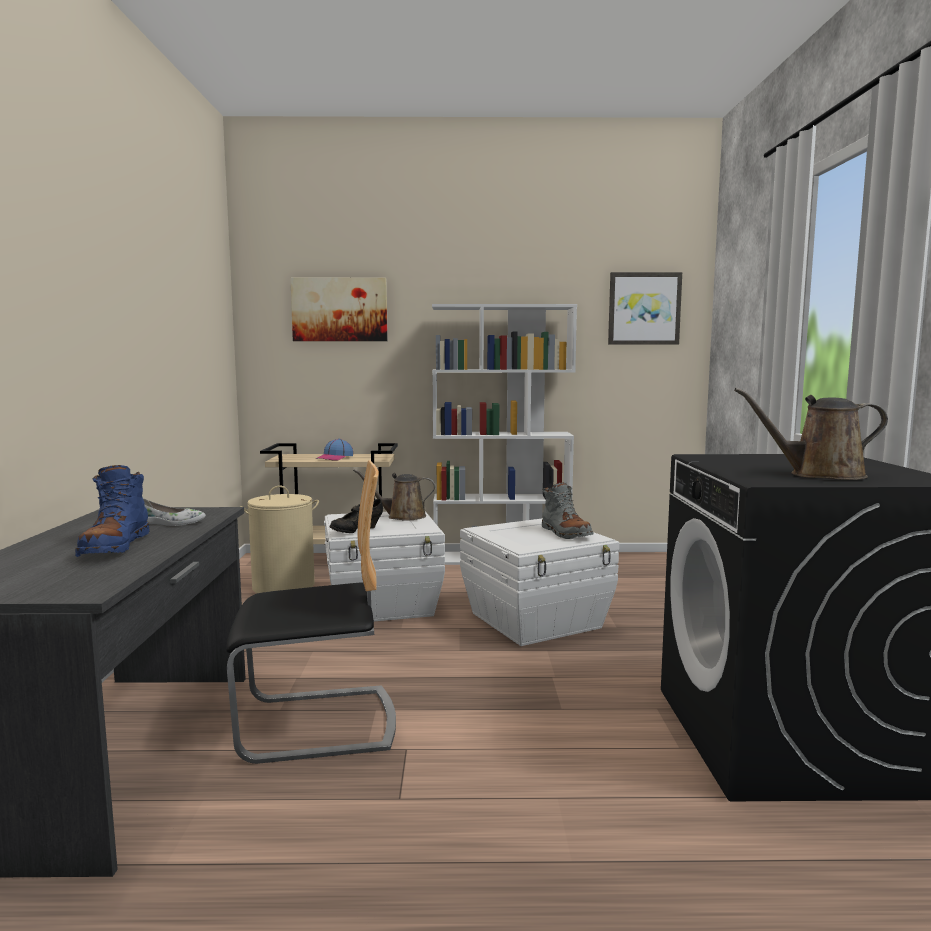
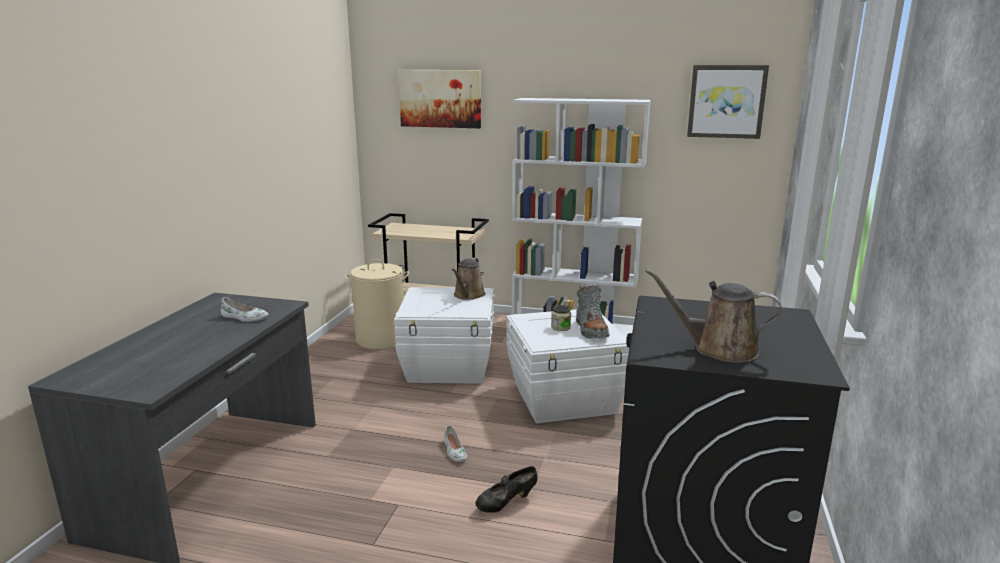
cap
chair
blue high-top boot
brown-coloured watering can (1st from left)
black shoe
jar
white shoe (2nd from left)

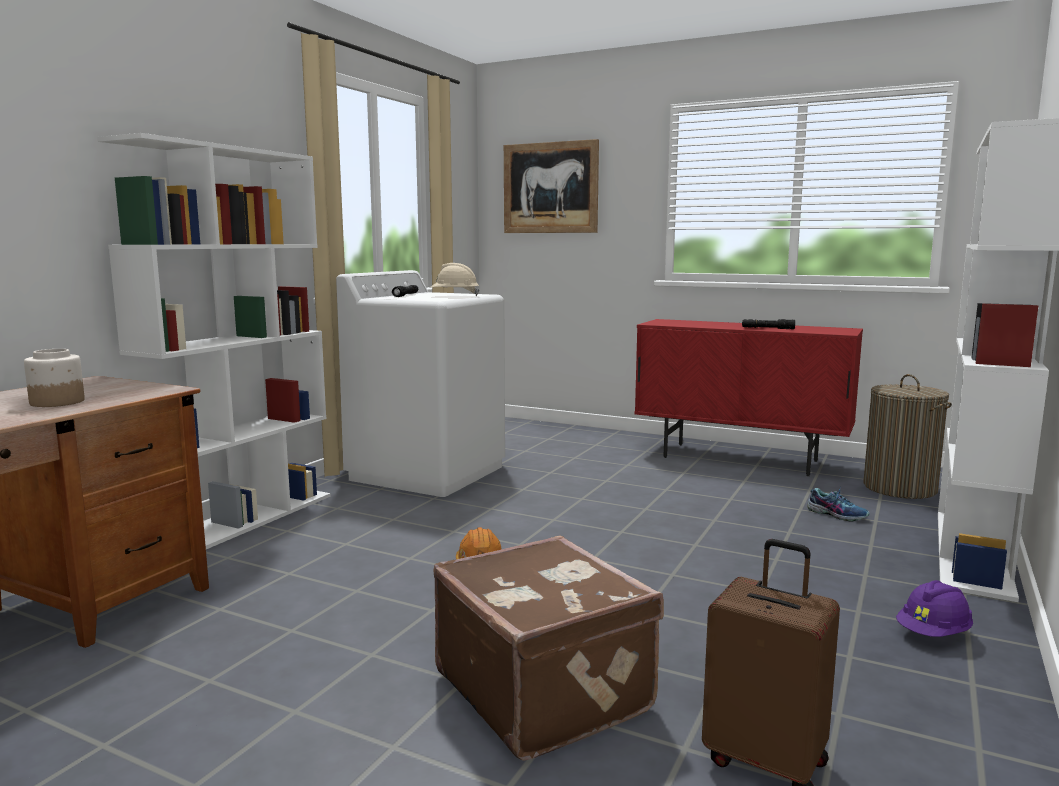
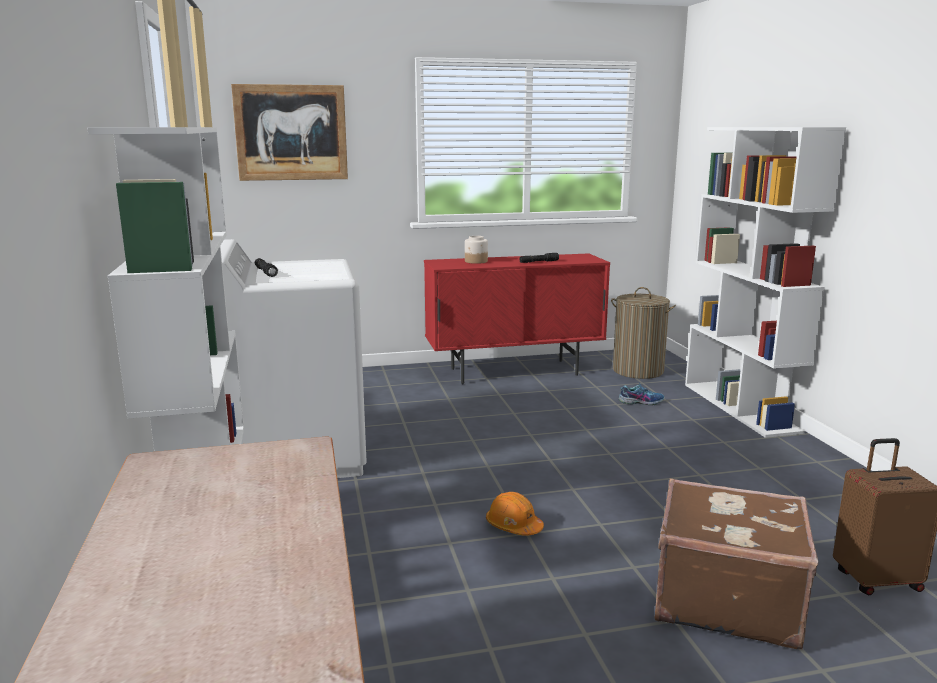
sand-coloured safety helmet
jar
purple safety helmet

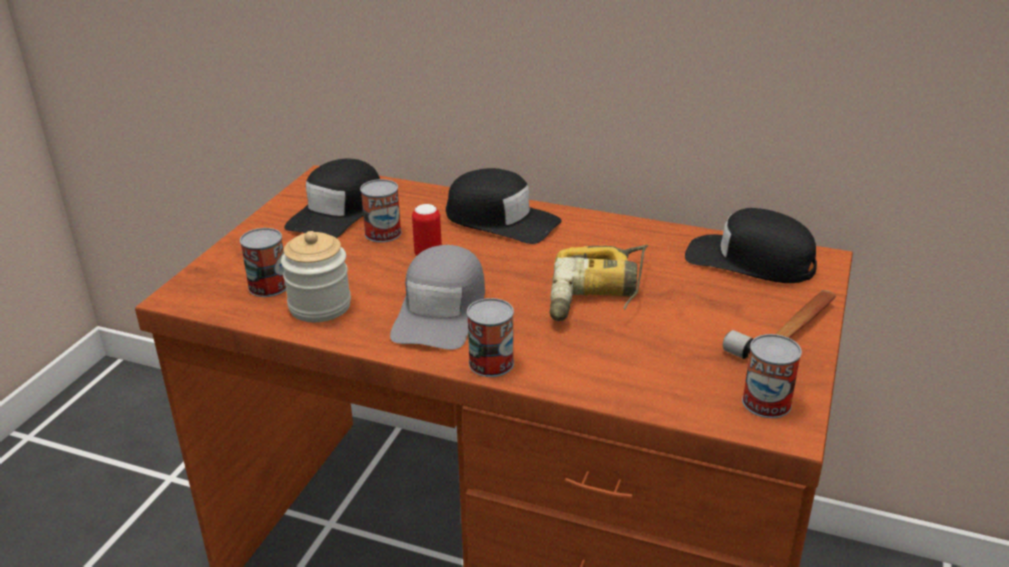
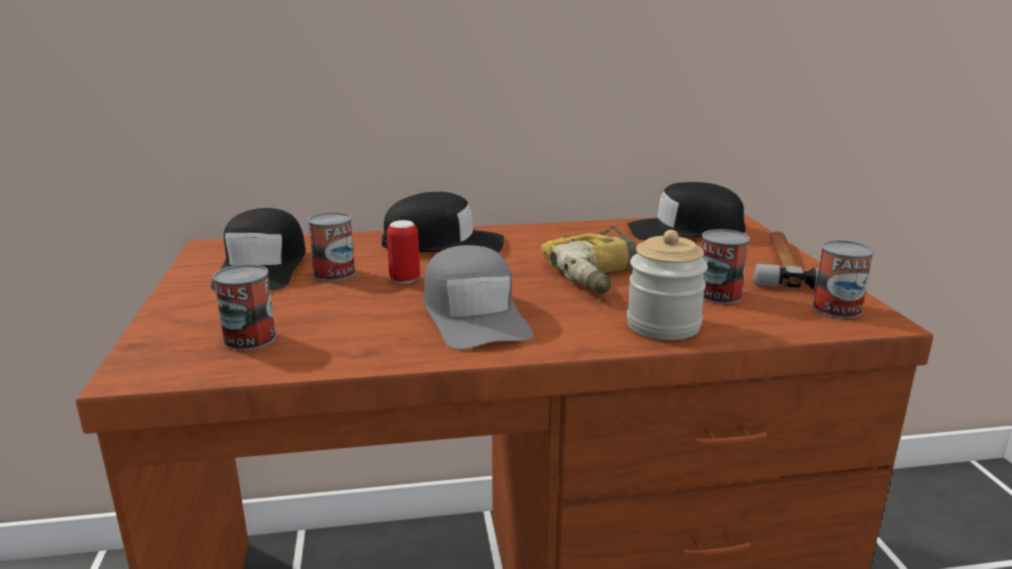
jar
metal can (4th from left)

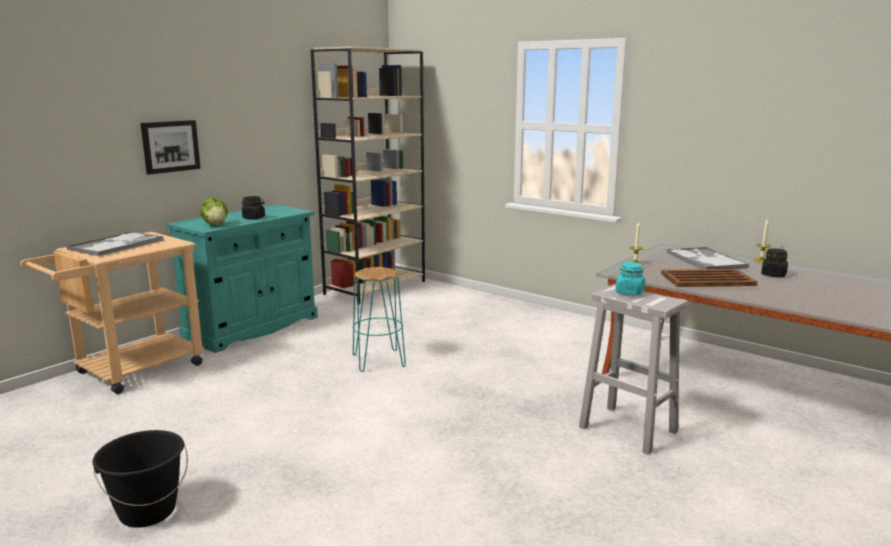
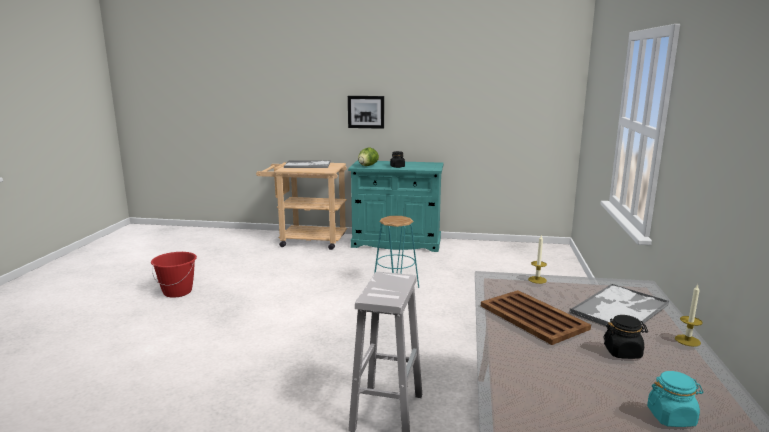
sand-coloured shelving unit
turquoise-coloured jar
red-coloured water bucket

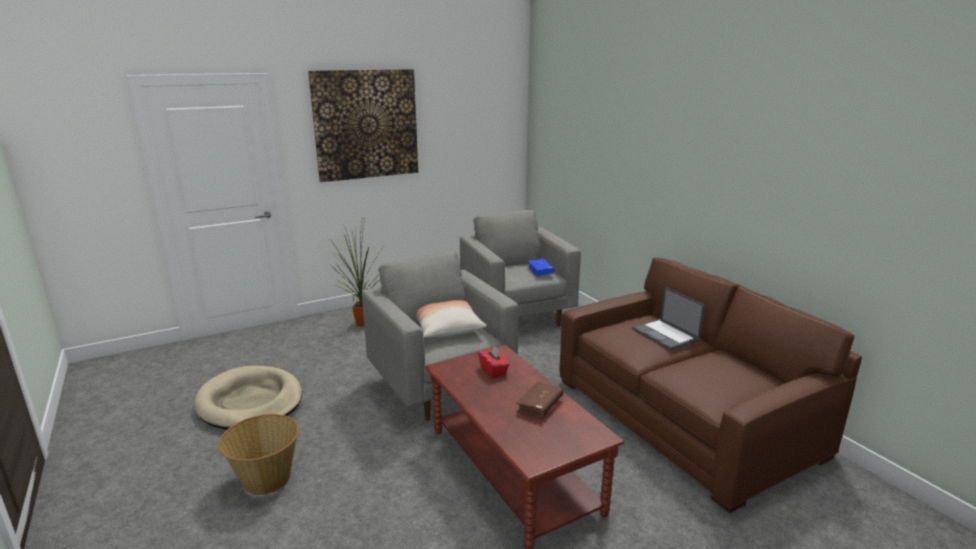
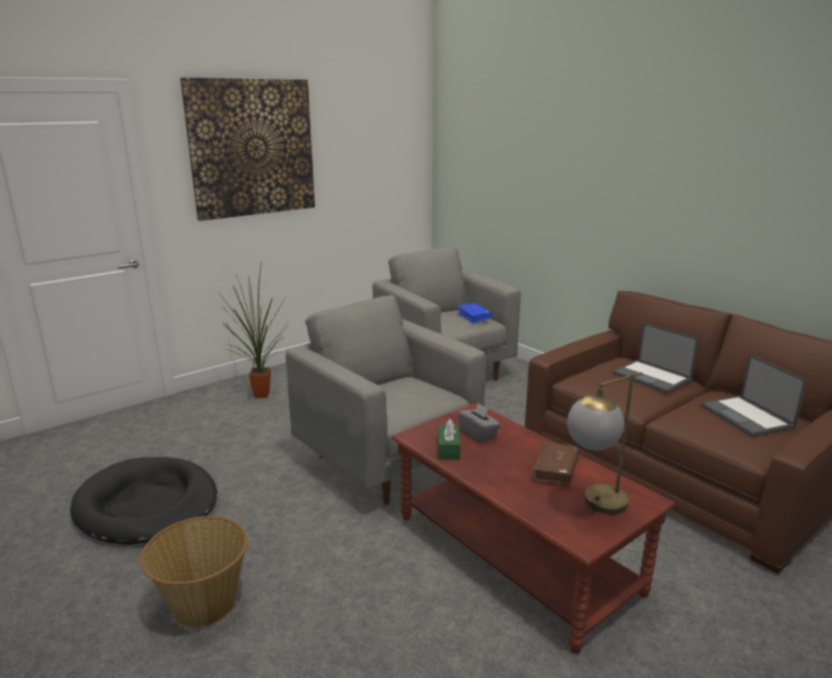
pillow
grey tissue holder
black pet bed
notebook computer (2nd from left)
lamp for a table
green tissue holder

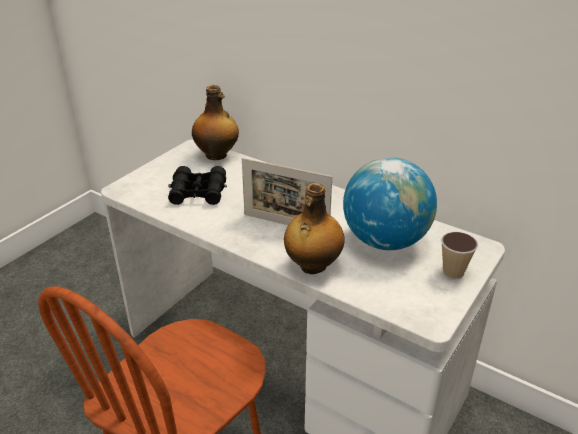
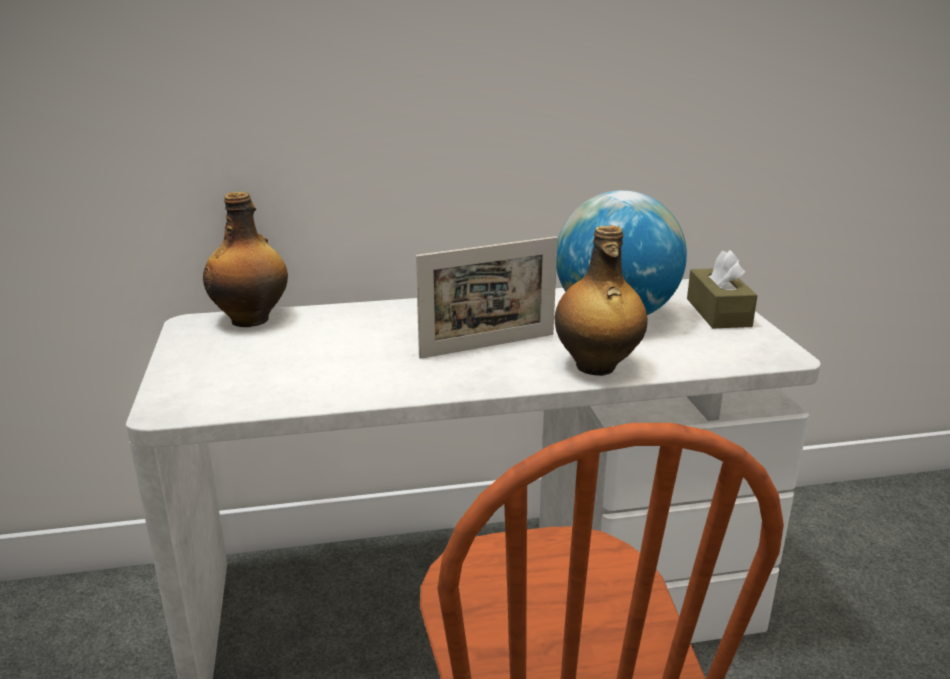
black binoculars
brown-coloured tissue holder

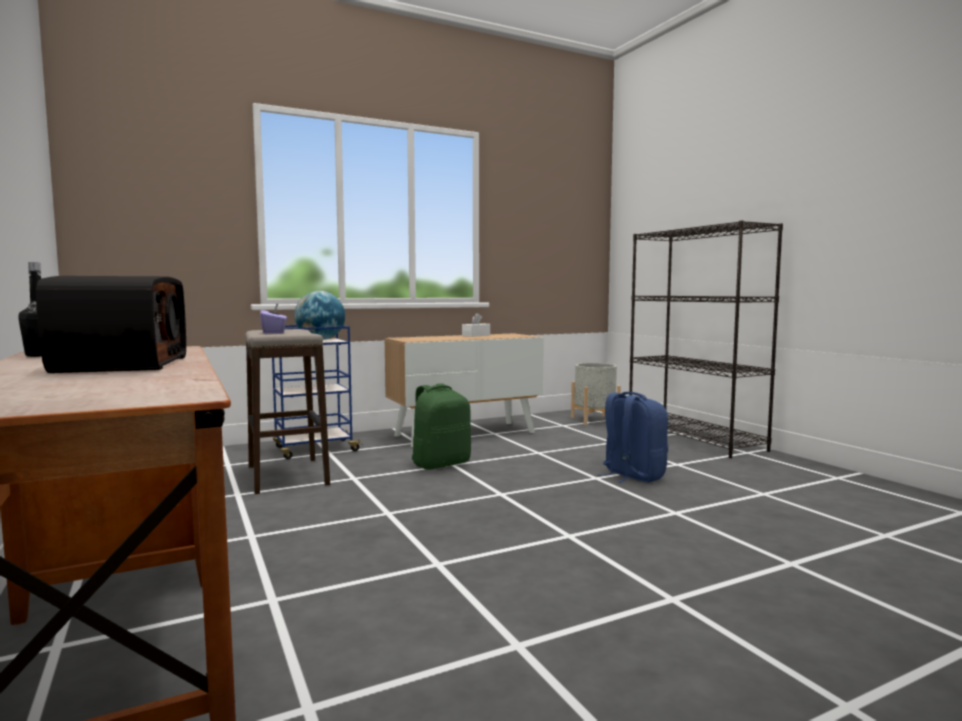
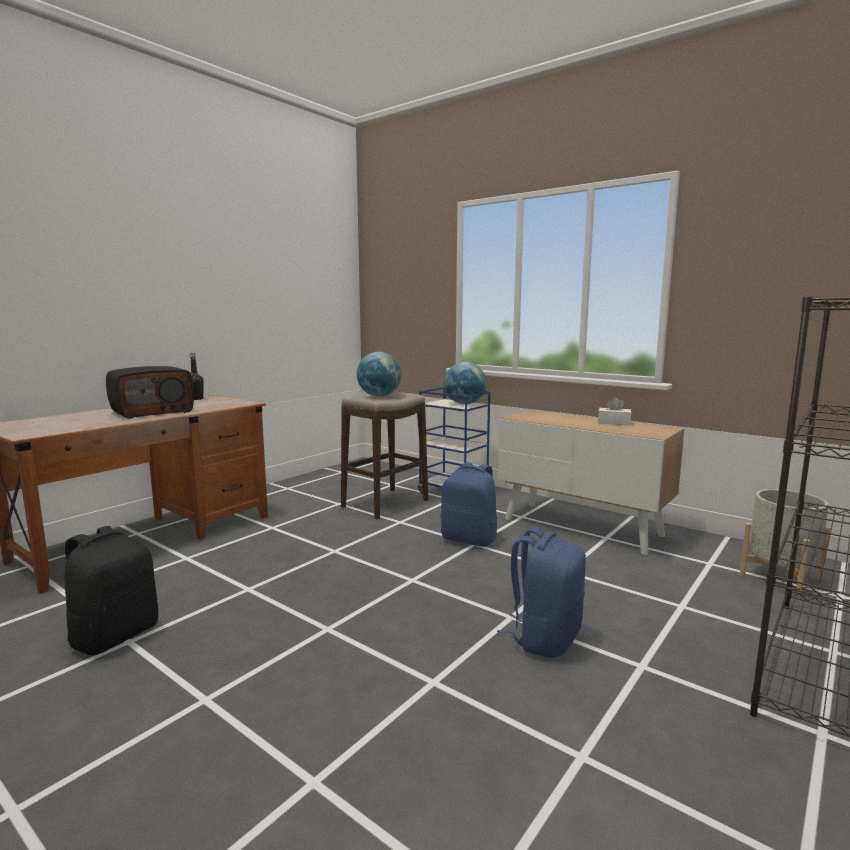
world globe (1st from left)
blue rucksack (1st from left)
black rucksack

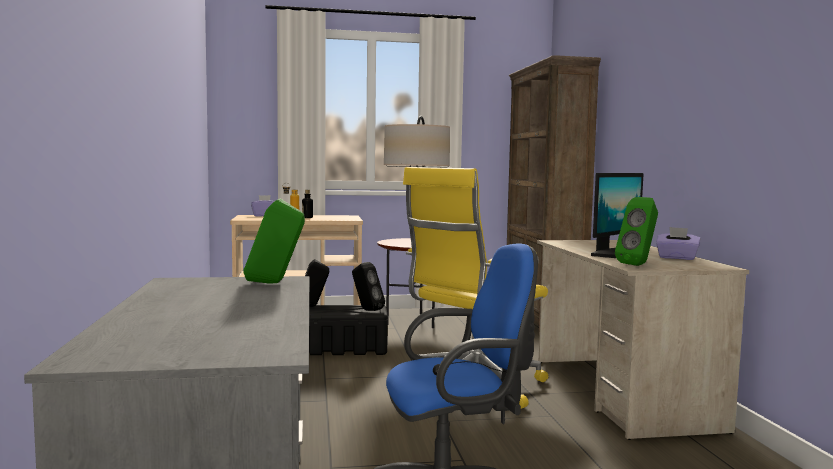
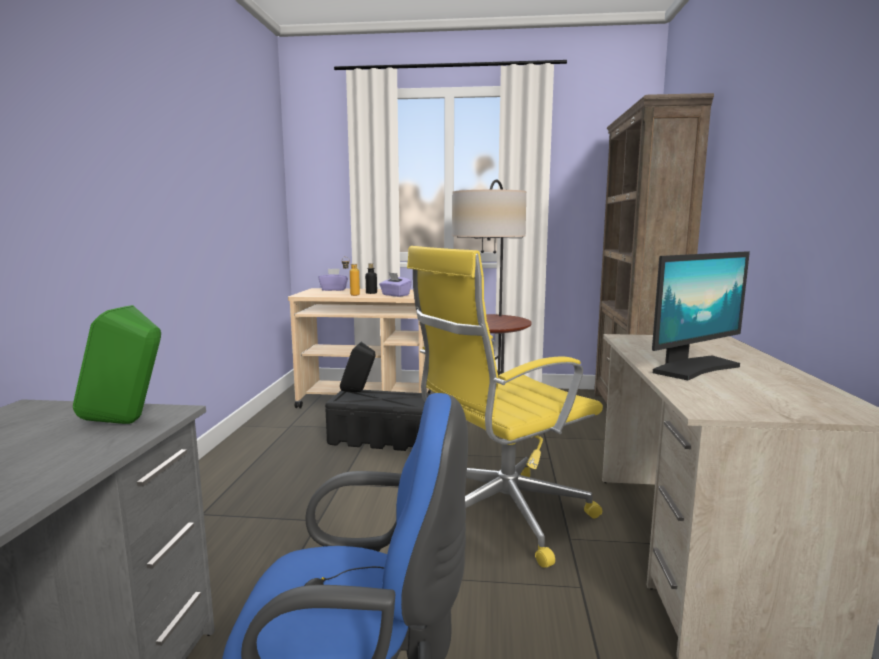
green speaker (2nd from left in the first image)
purple tissue holder (2nd from left)
black speaker (2nd from left in the first image)

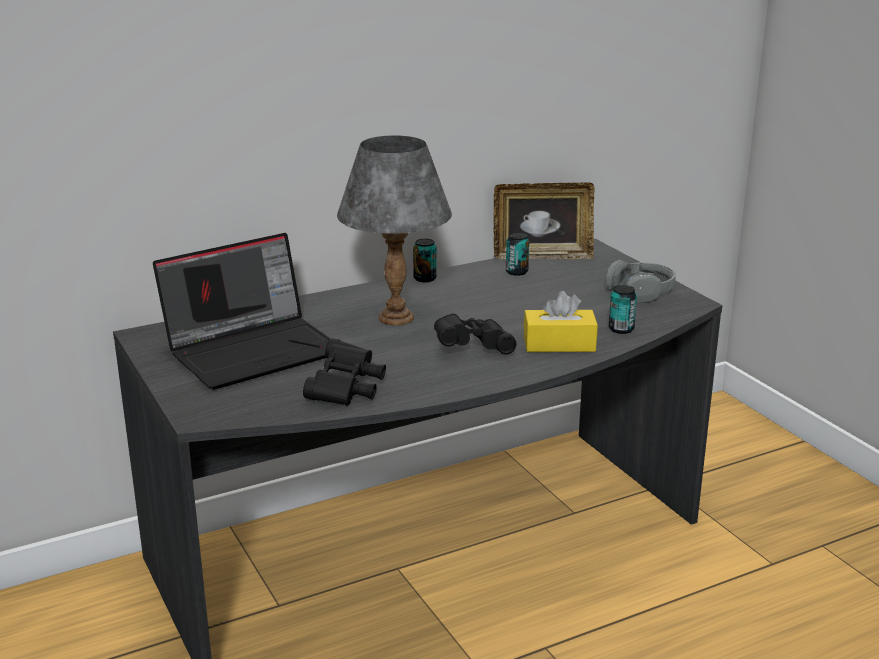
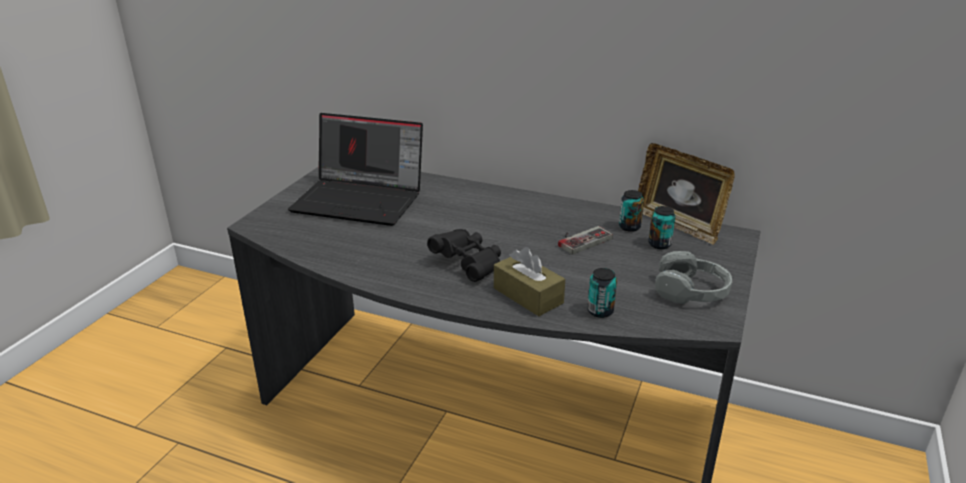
grey lamp for a table
metal can (3rd from left)
brown-coloured tissue holder
black binoculars (1st from left in the first image)
joypad

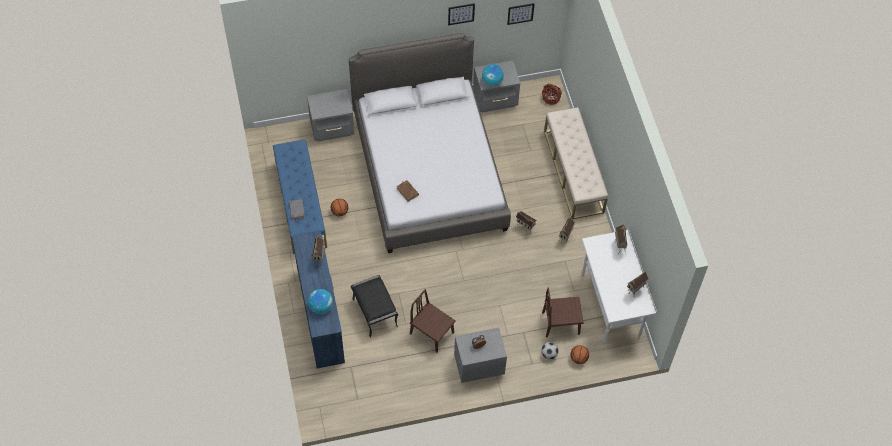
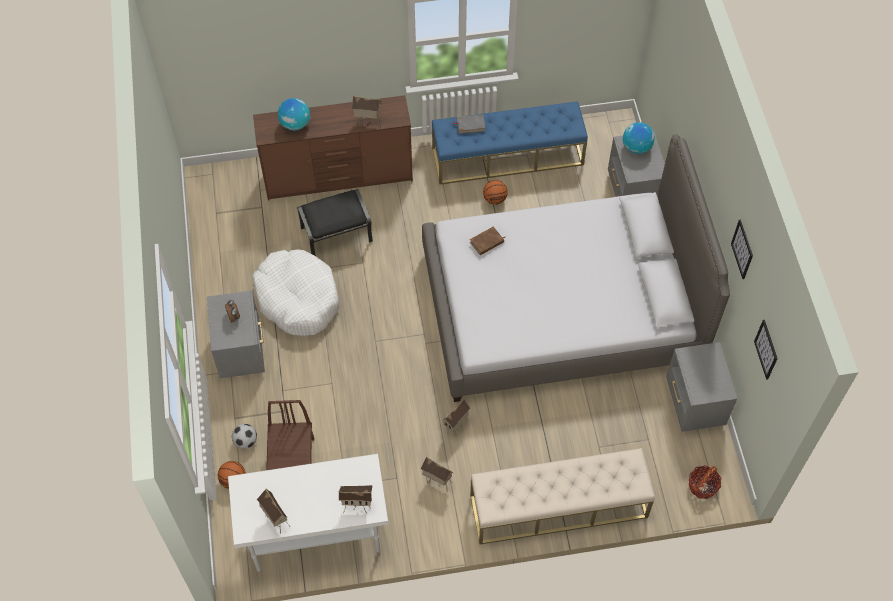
world globe (2nd from left)
brown-coloured chest of drawers
white pet bed

